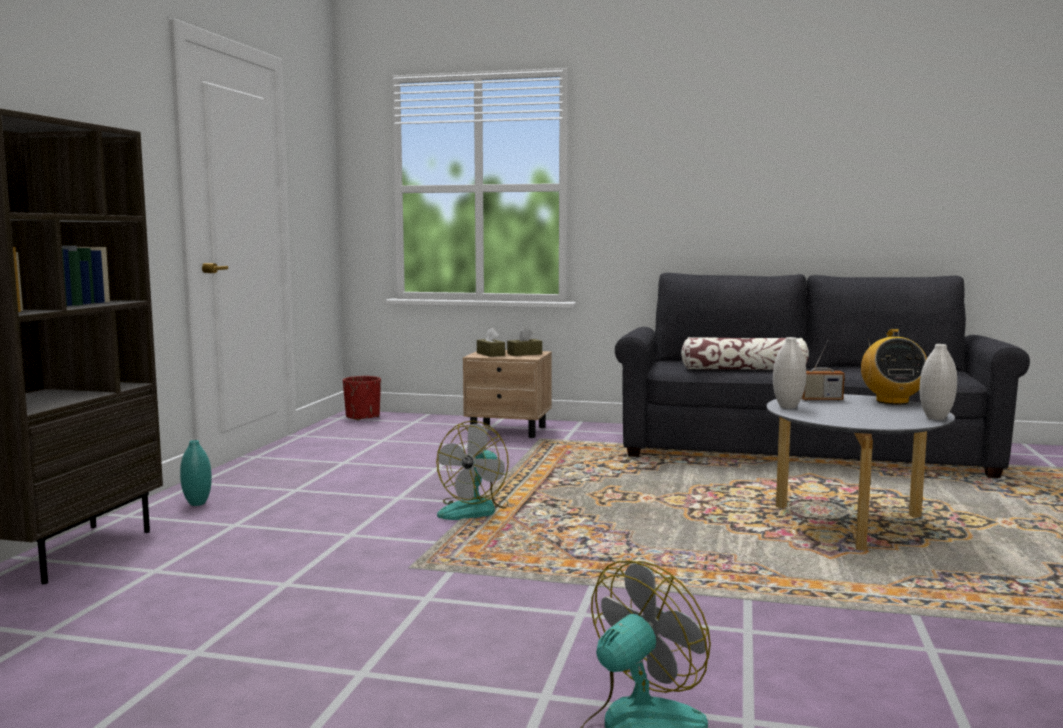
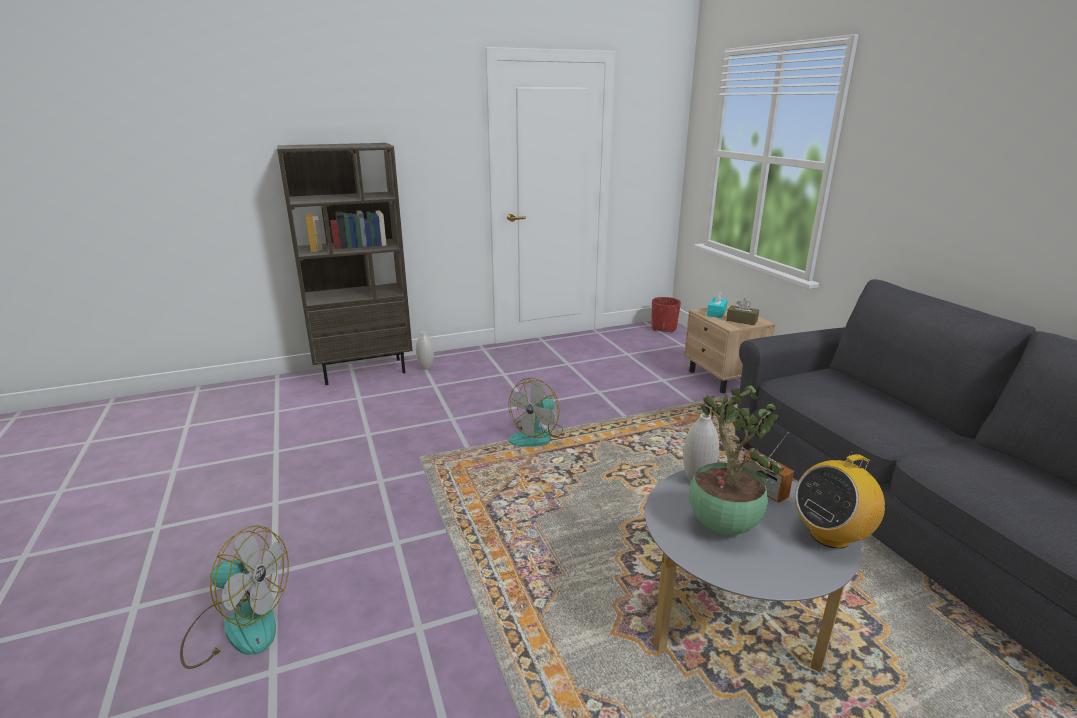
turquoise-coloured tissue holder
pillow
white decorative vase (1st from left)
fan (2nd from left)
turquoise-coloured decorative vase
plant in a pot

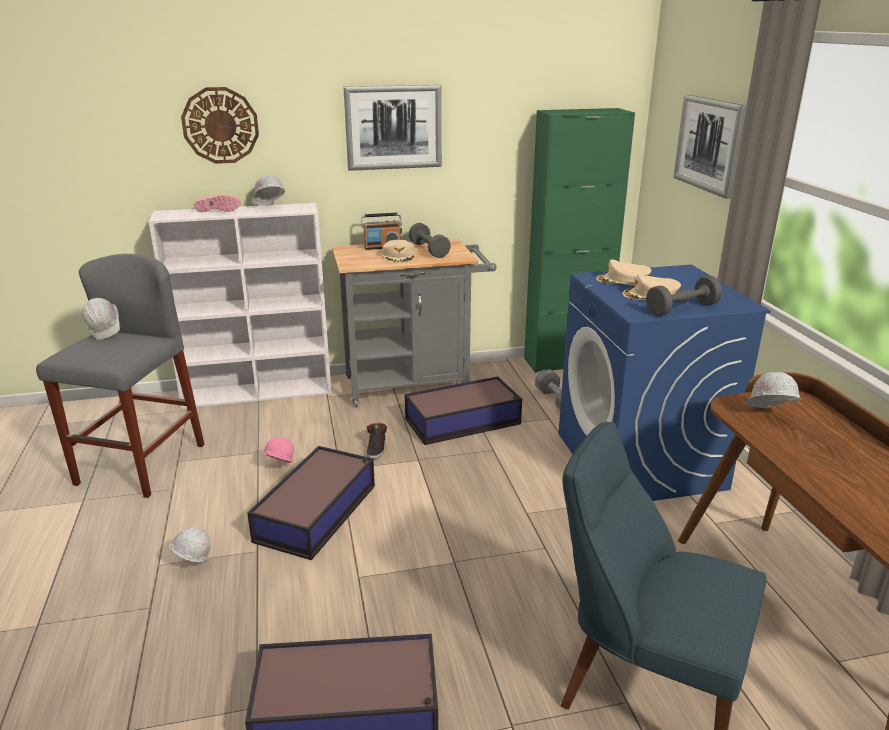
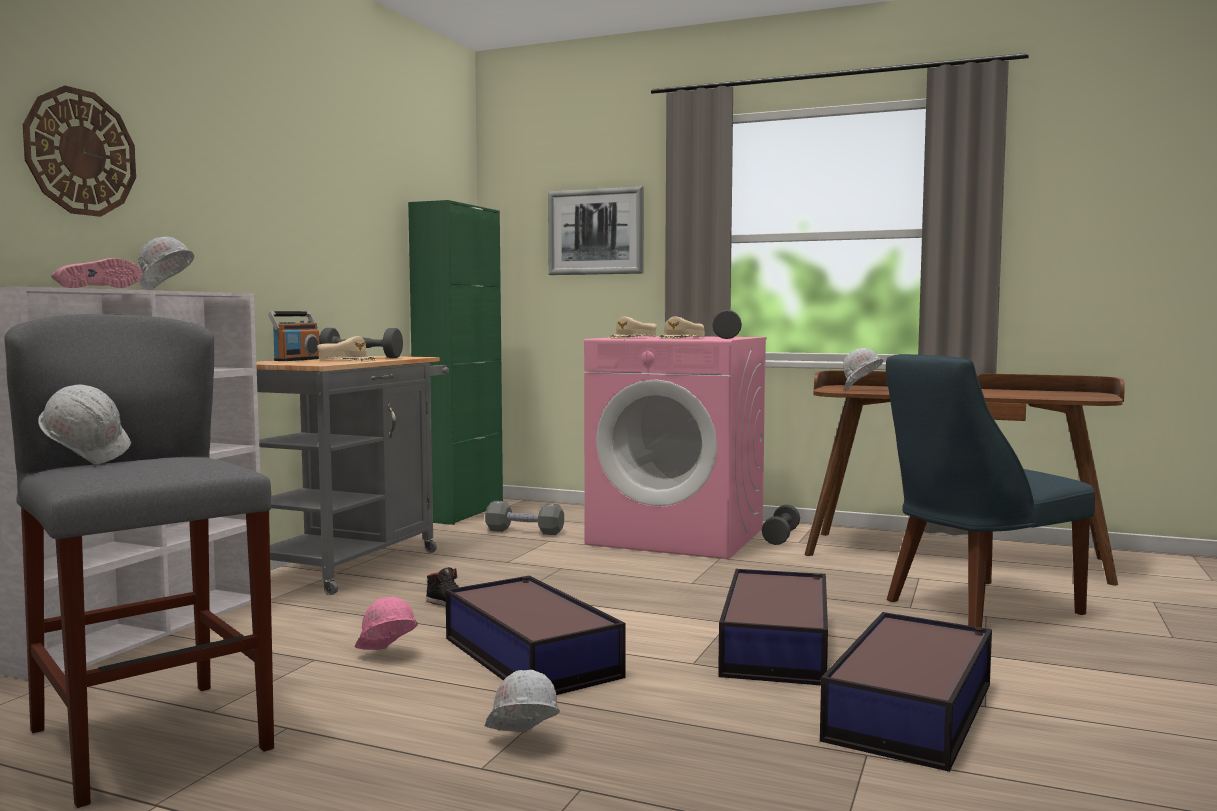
picture (1st from left in the first image)
pinkish laundry machine
storage box (2nd from left)
grey free weight (4th from left)

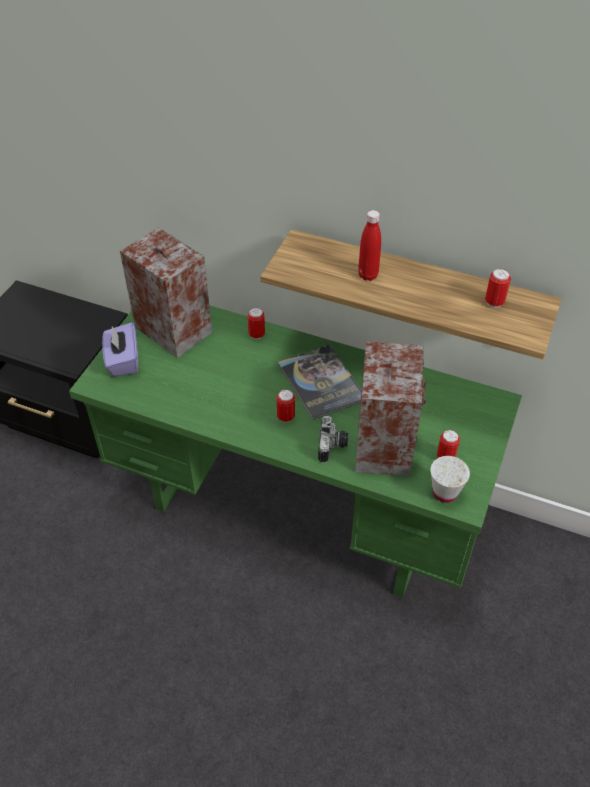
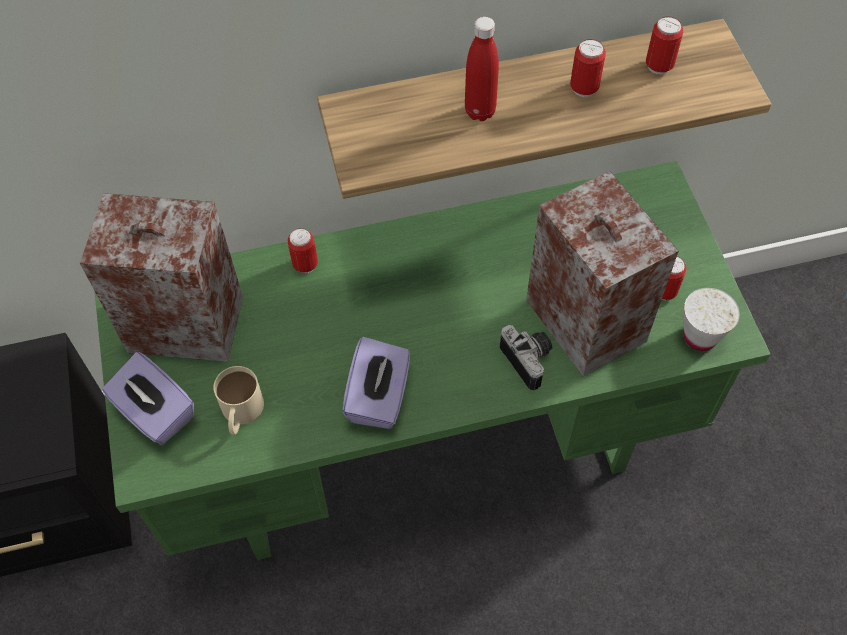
volume
metal can (2nd from left)
purple tissue holder (2nd from left)
sand-coloured coffee mug

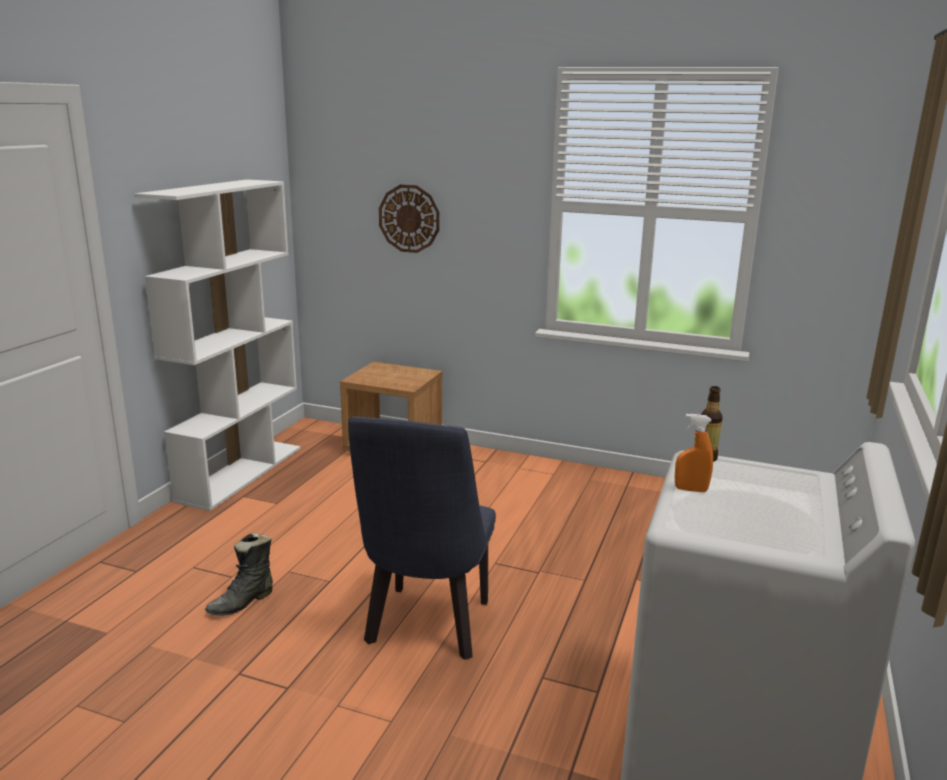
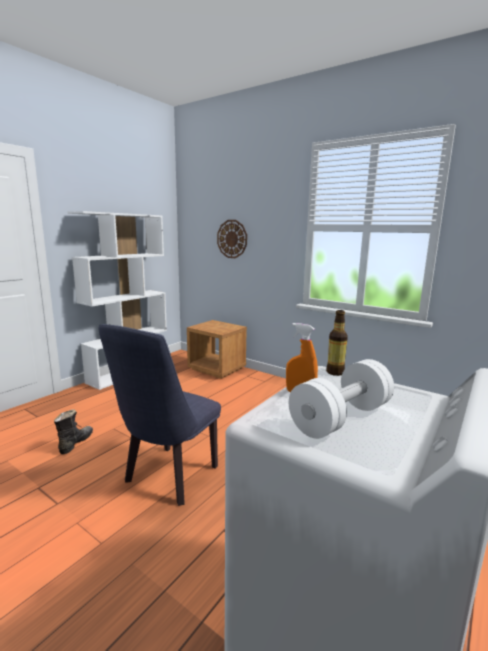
black high-top boot
white free weight

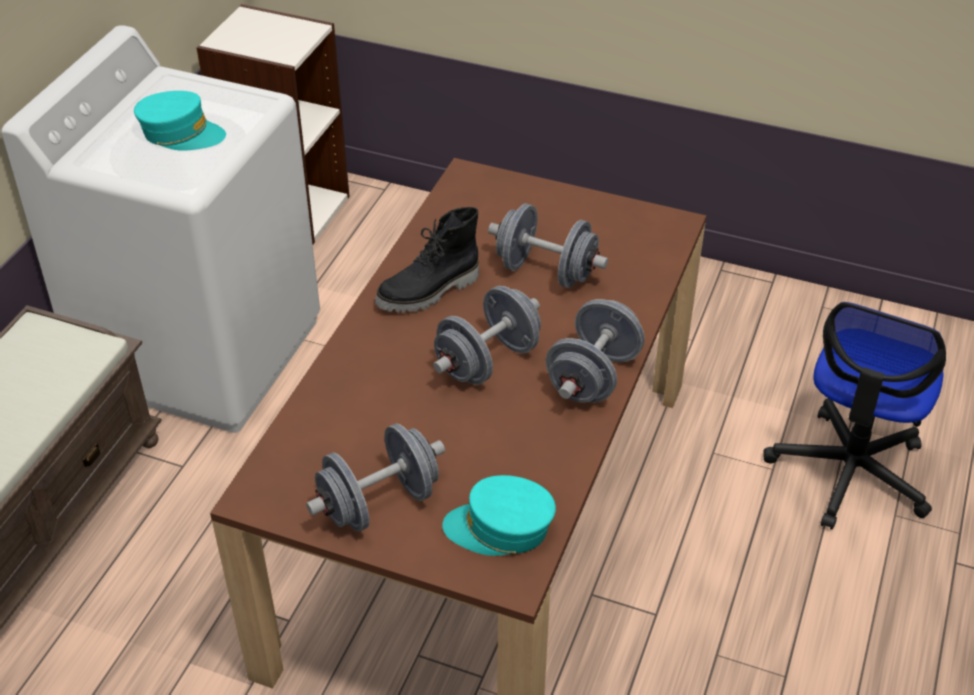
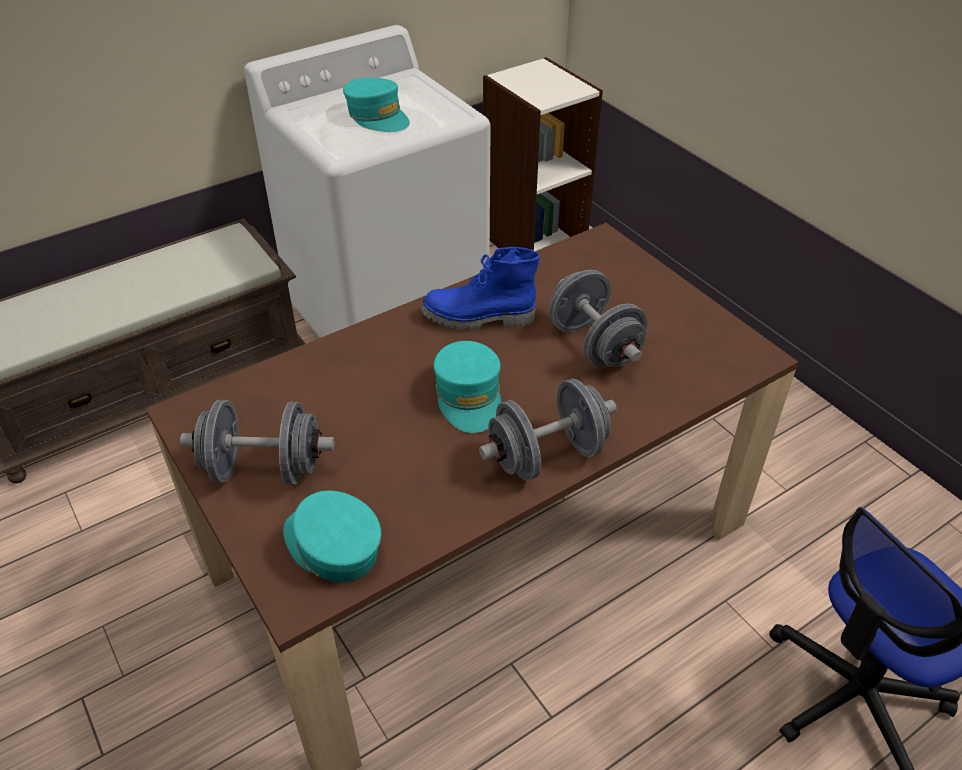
blue high-top boot
turquoise-coloured cap (3rd from left)

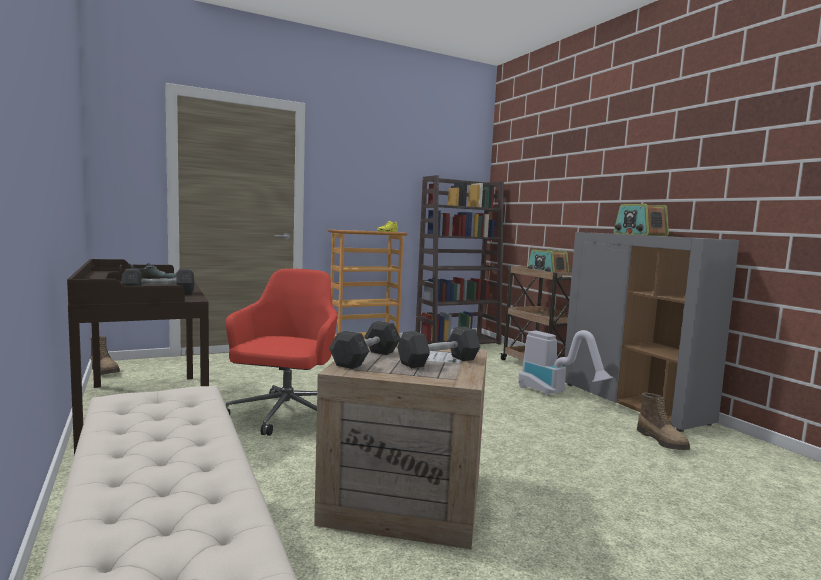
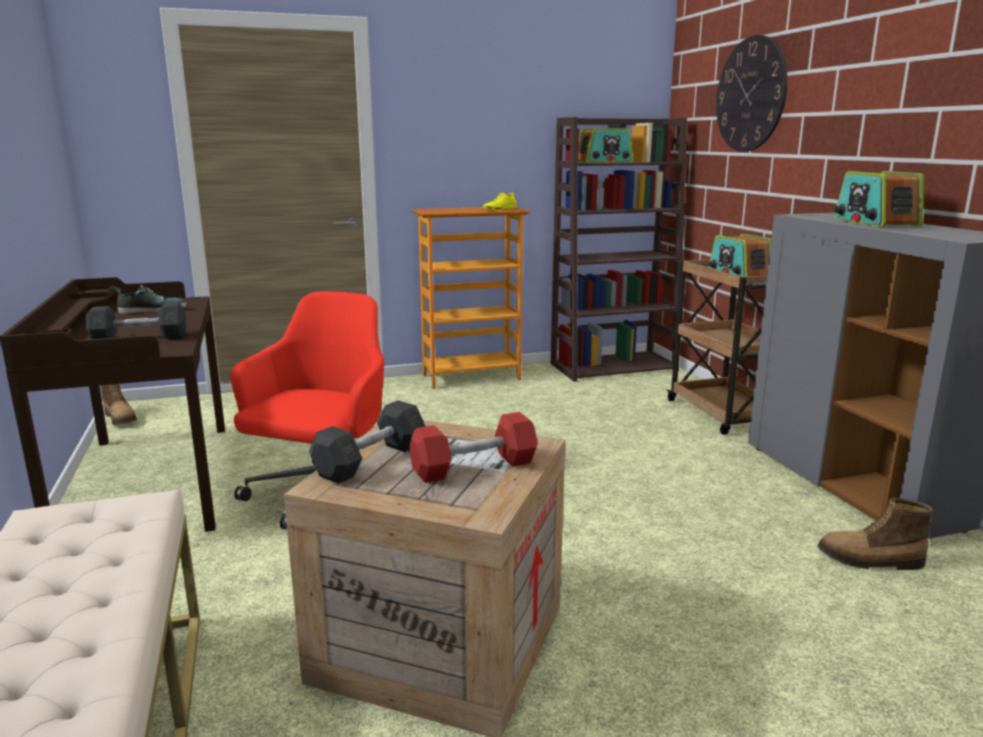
red-coloured free weight
vacuum
high-top boot (2nd from left)
hanging clock
radio set (1st from left)

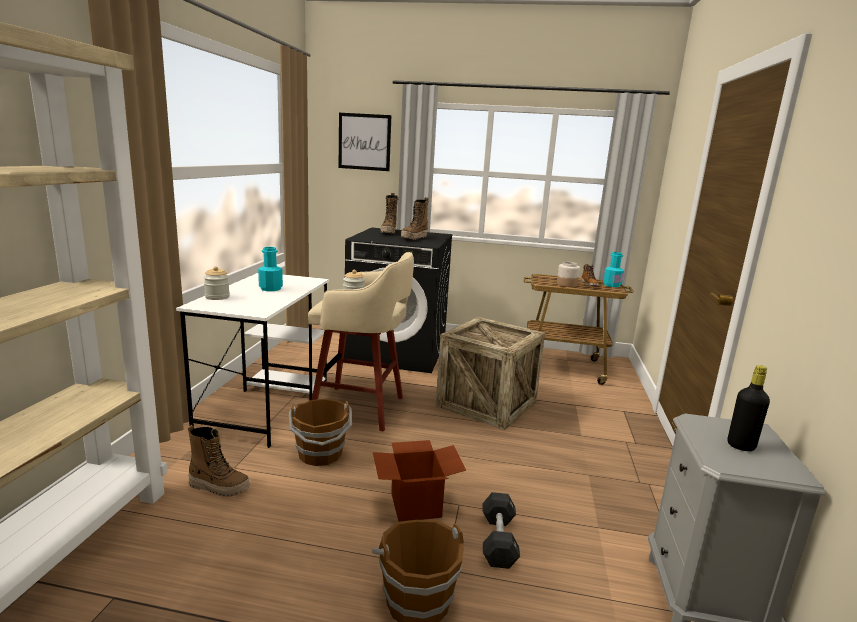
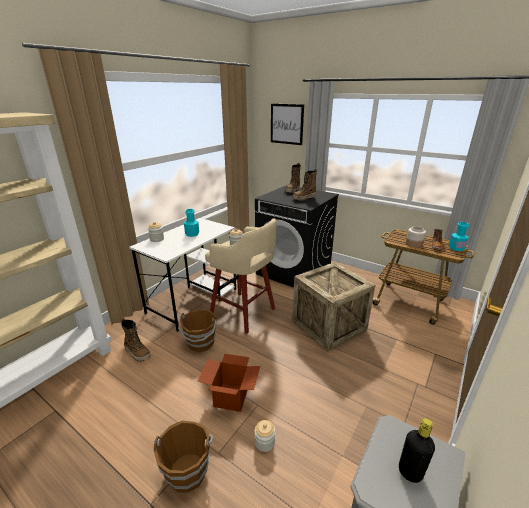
jar (3rd from left)

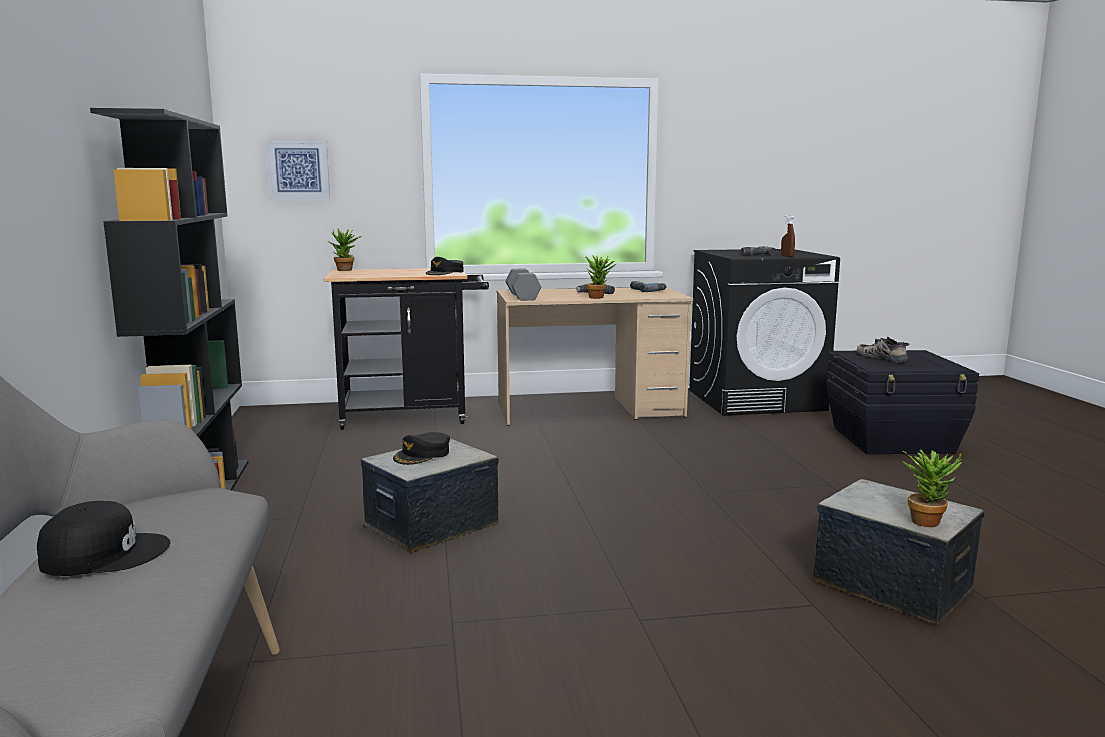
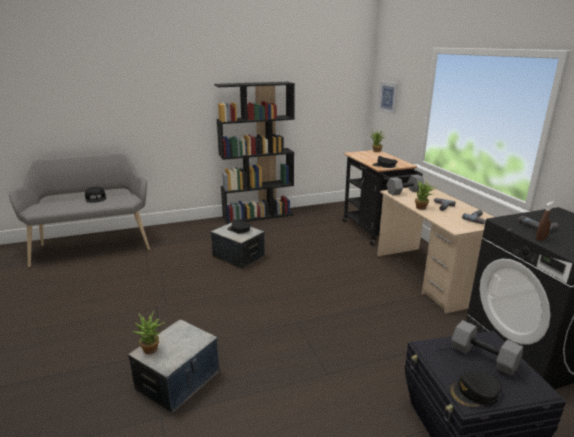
grey free weight (2nd from left)
black cap (4th from left)

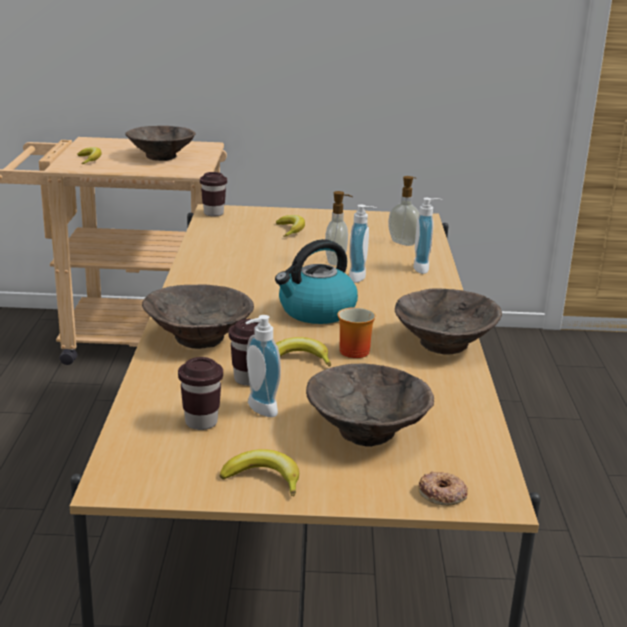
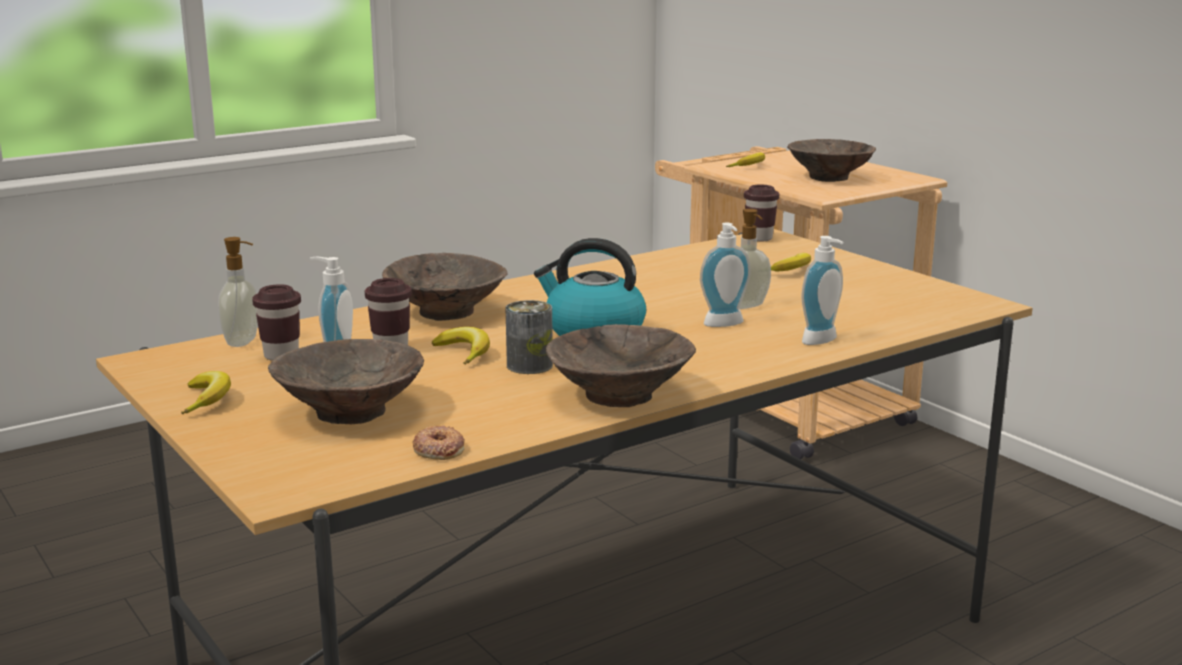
soap bottle (1st from left)
metal can
doughnut

